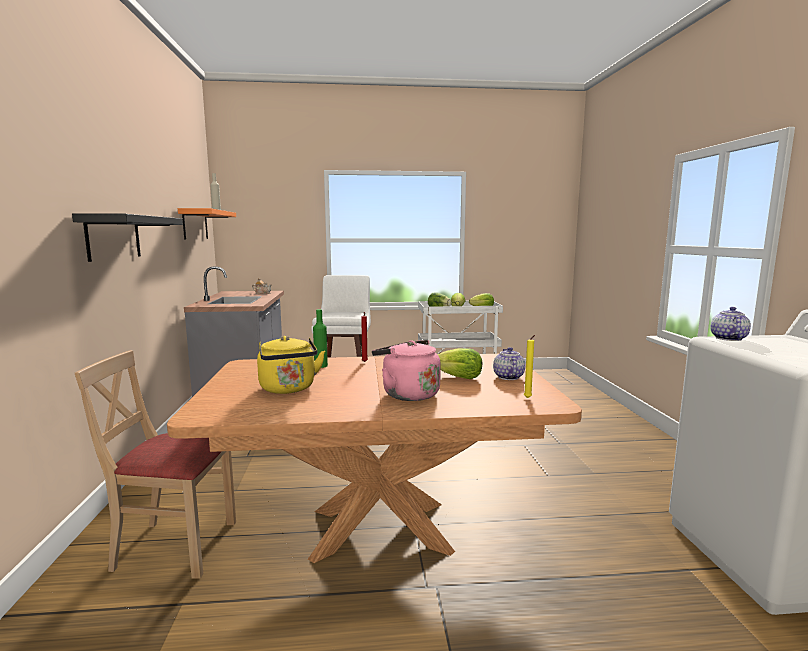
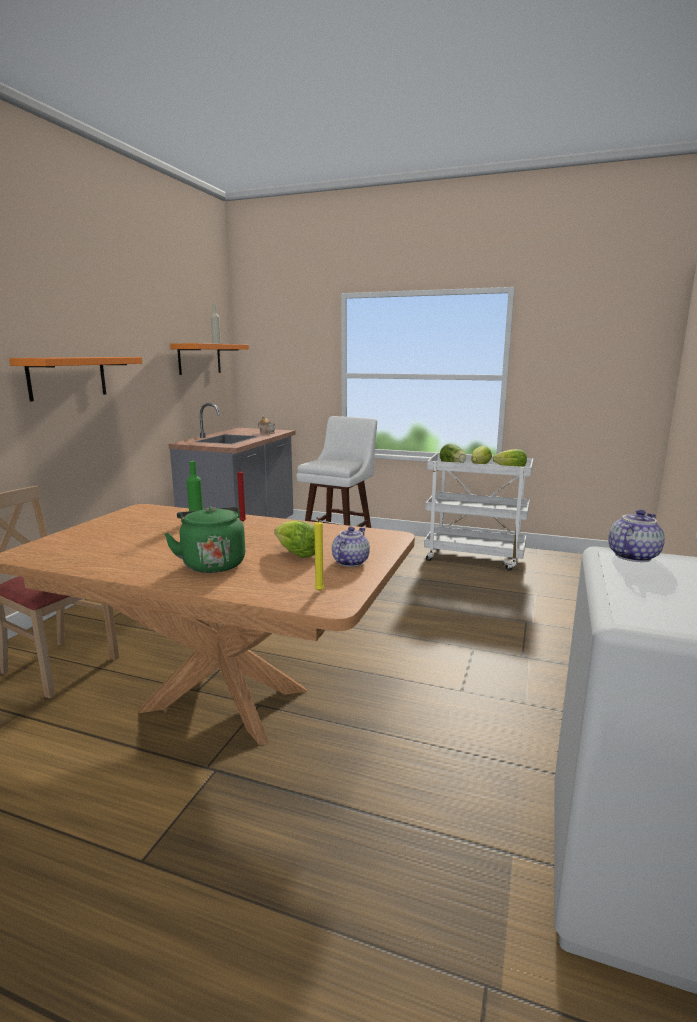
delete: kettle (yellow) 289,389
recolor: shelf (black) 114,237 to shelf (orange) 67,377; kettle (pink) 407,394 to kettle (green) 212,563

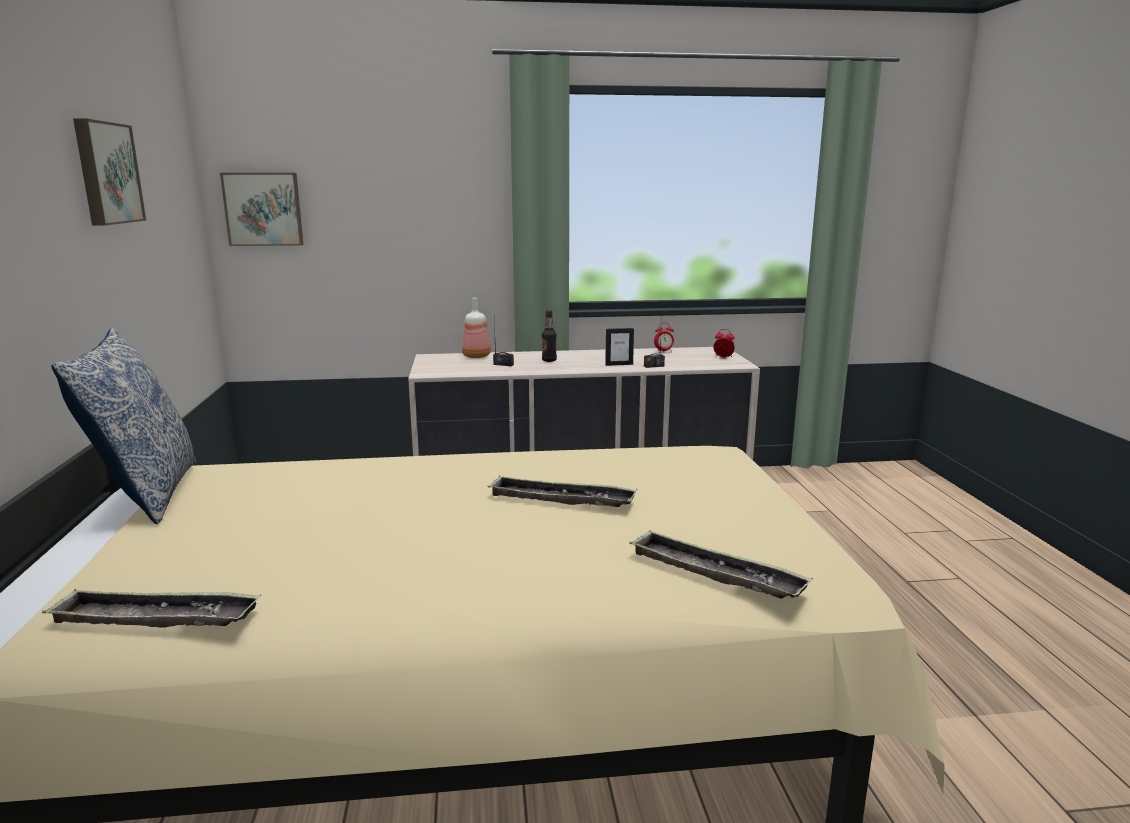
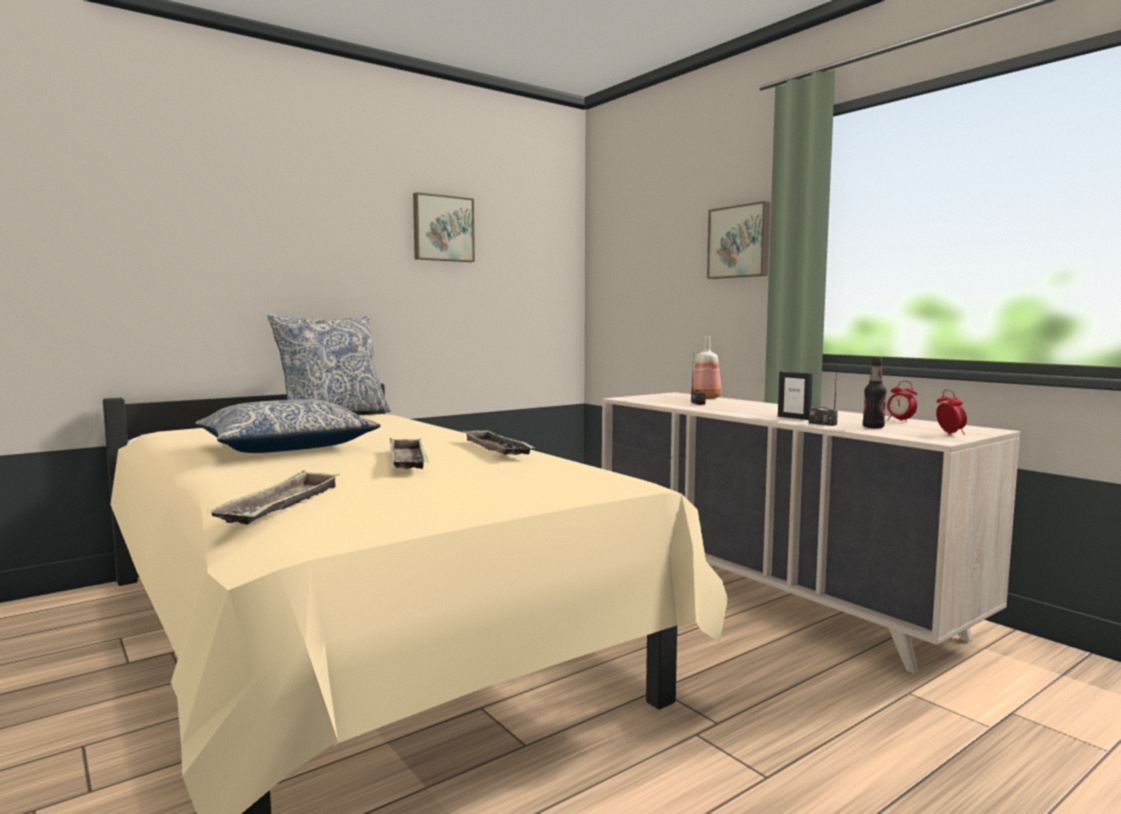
insert: pillow 286,447
move: tray 156,618 to 496,449; picture 263,209 to 740,242; bottle 549,360 to 873,427

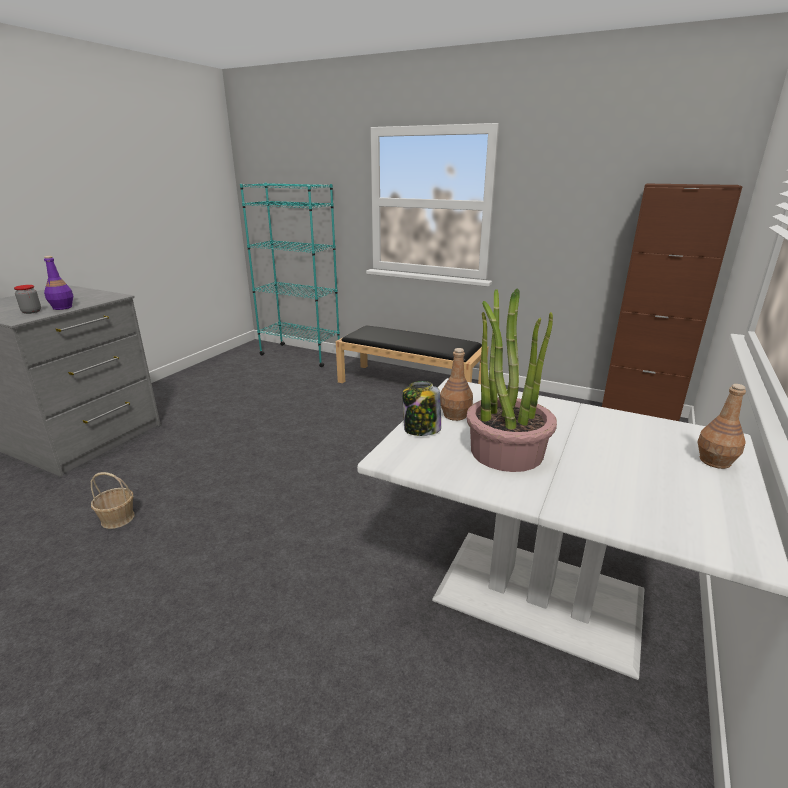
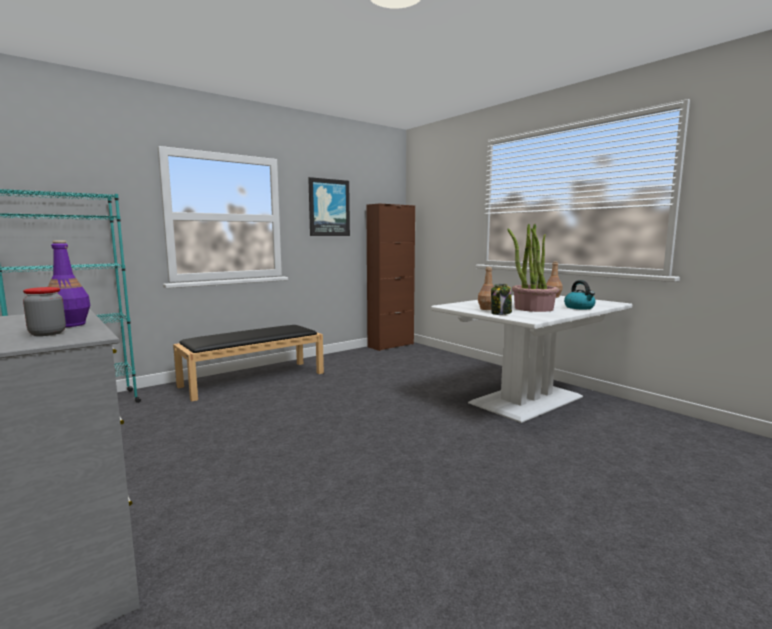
delete: basket 118,518
insert: picture 329,208; kettle 579,307

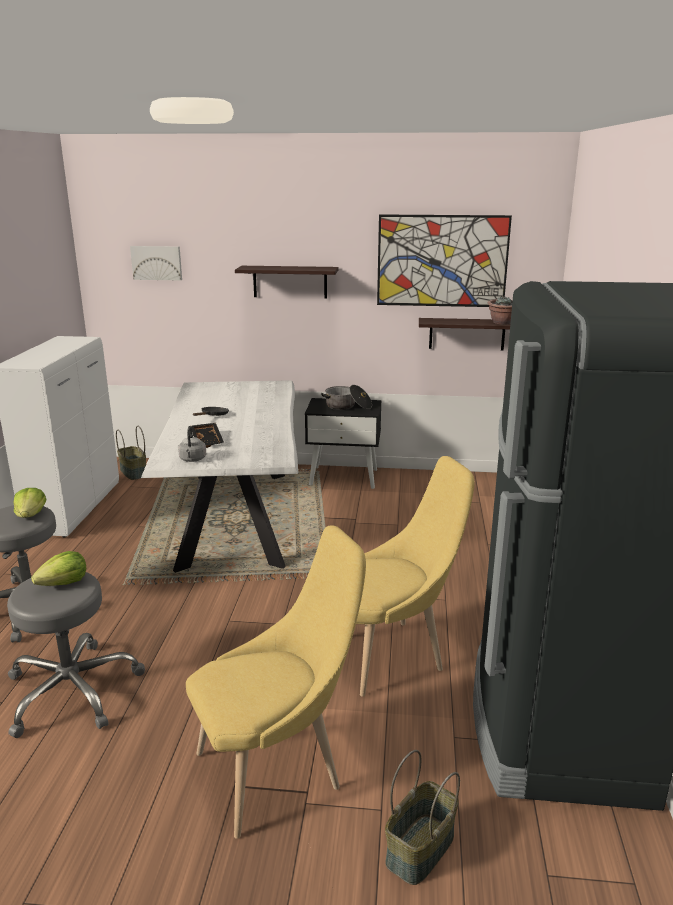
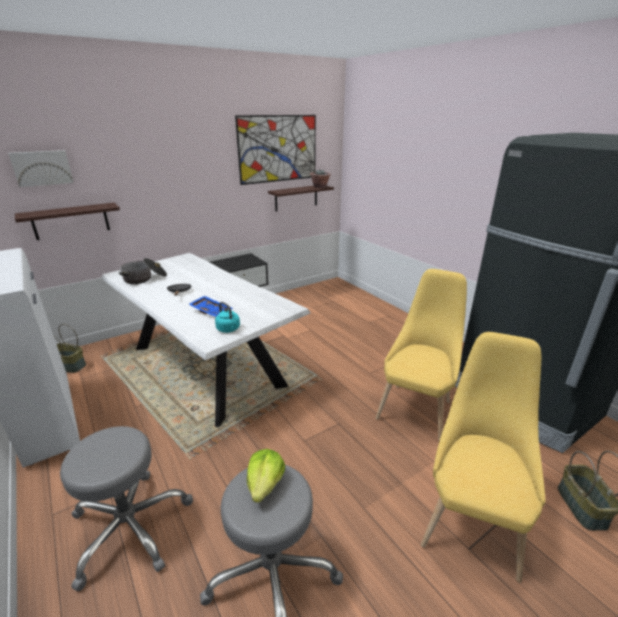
delete: lettuce 31,515
move: shelf 290,282 to 71,221; cooking pot 347,406 to 145,278
recolor: kettle (grey) 192,459 to kettle (turquoise) 229,329; tray (black) 208,440 to tray (blue) 212,311

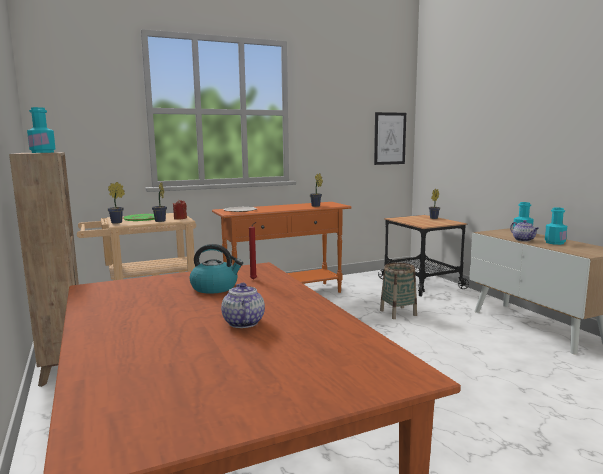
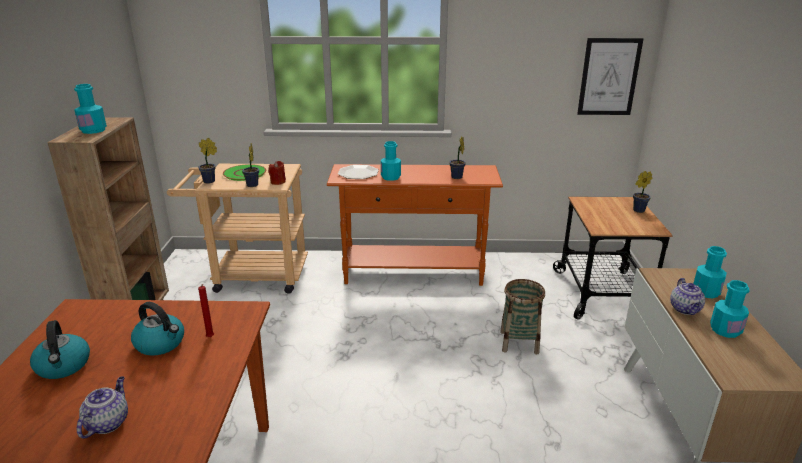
insert: kettle 63,366; bottle (turquoise) 390,177

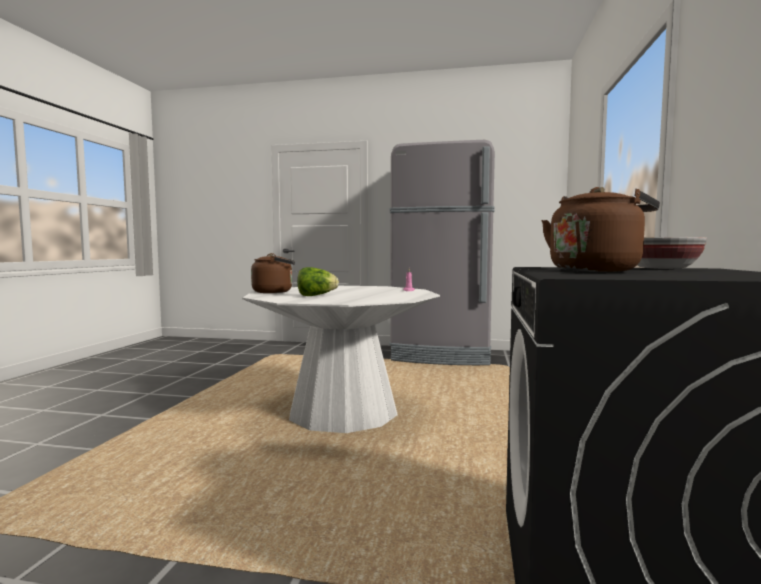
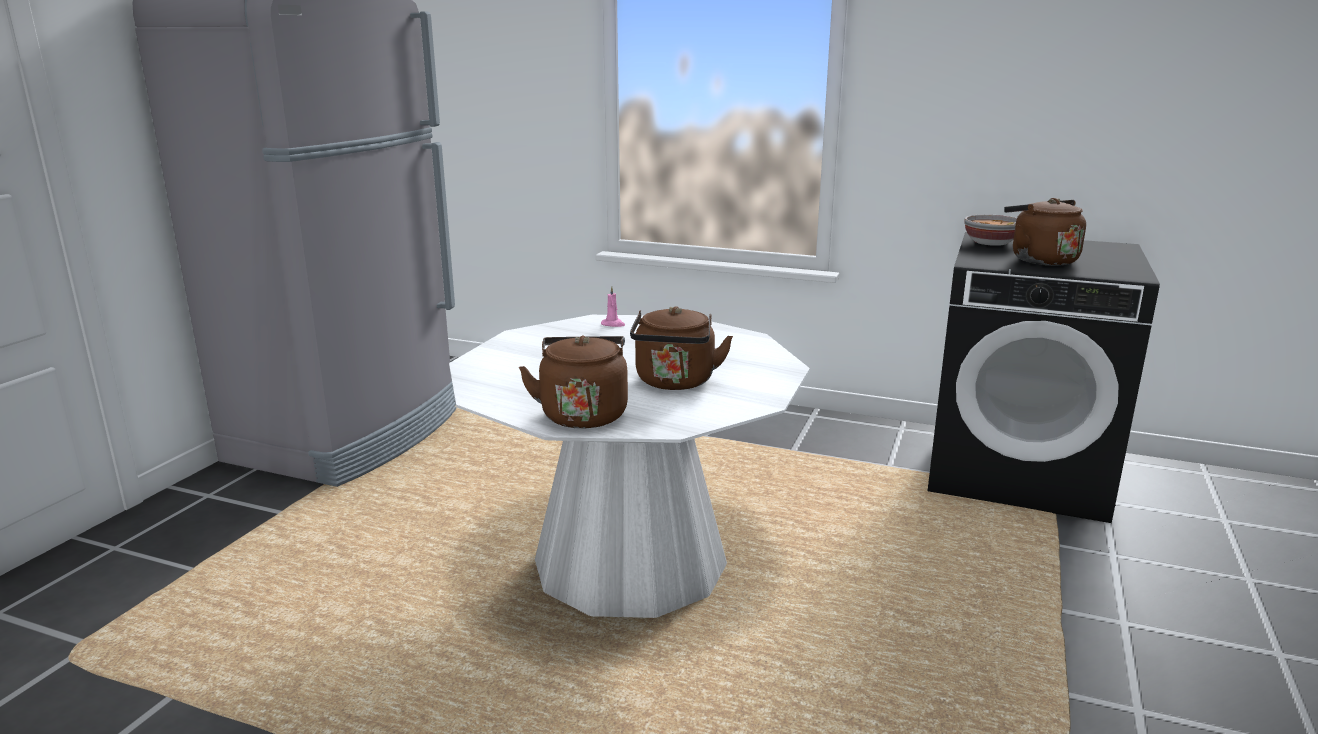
replace: lettuce 316,295 to kettle (brown) 675,383

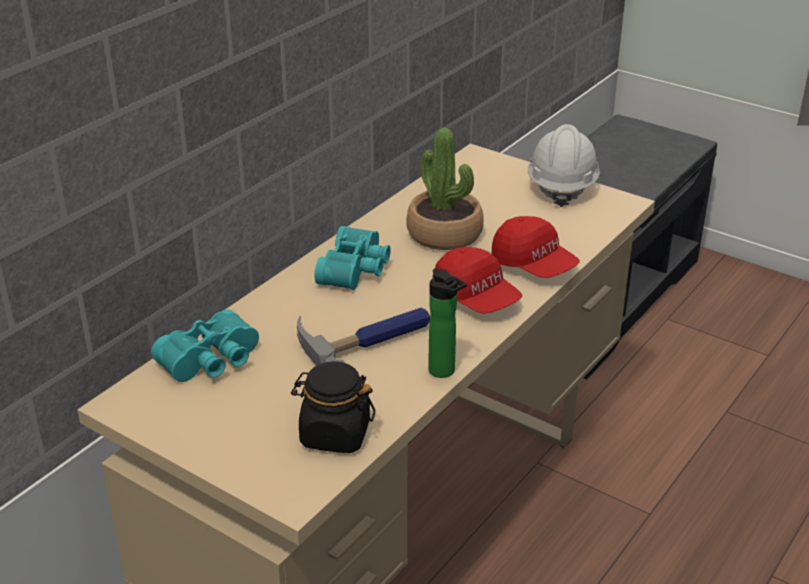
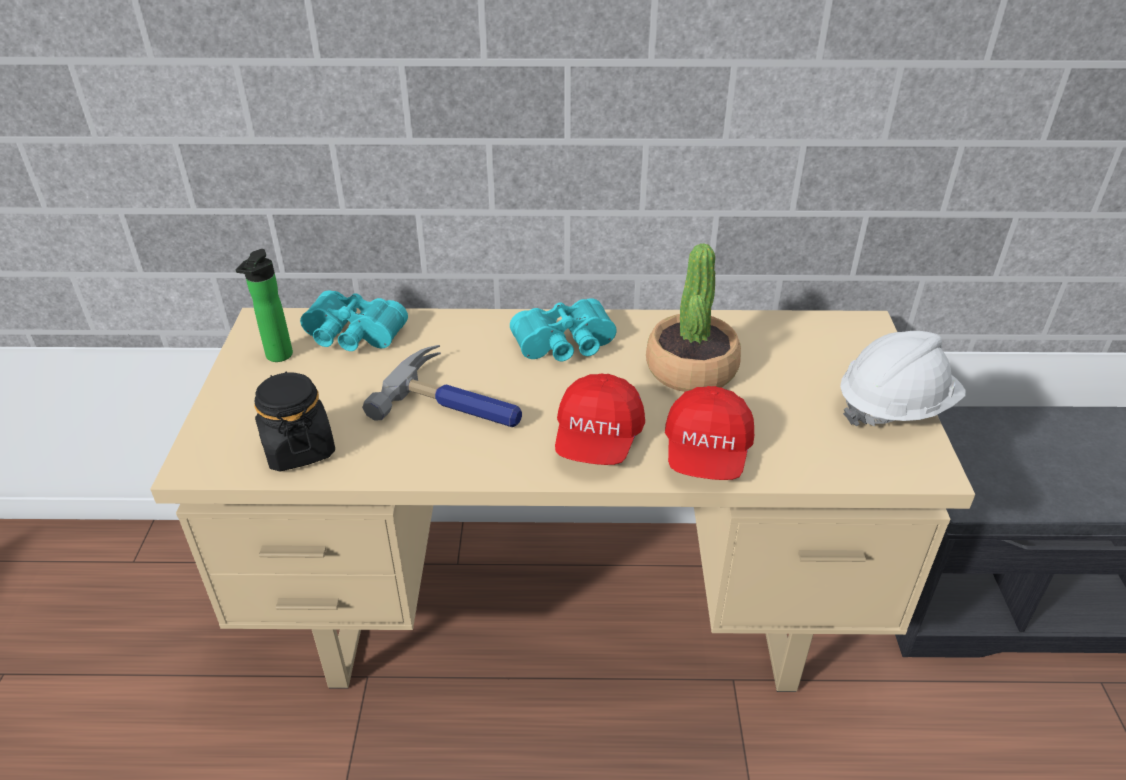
move: bottle 444,372 to 277,357

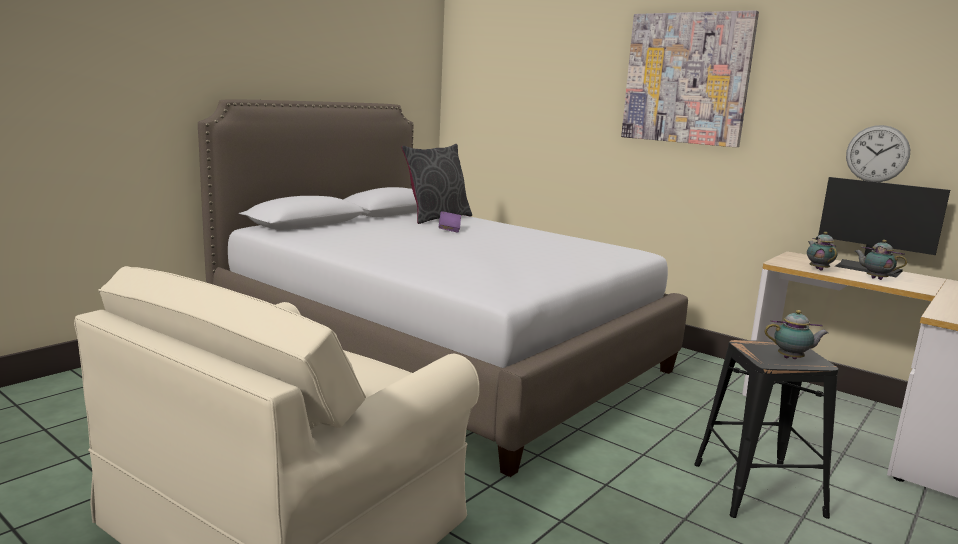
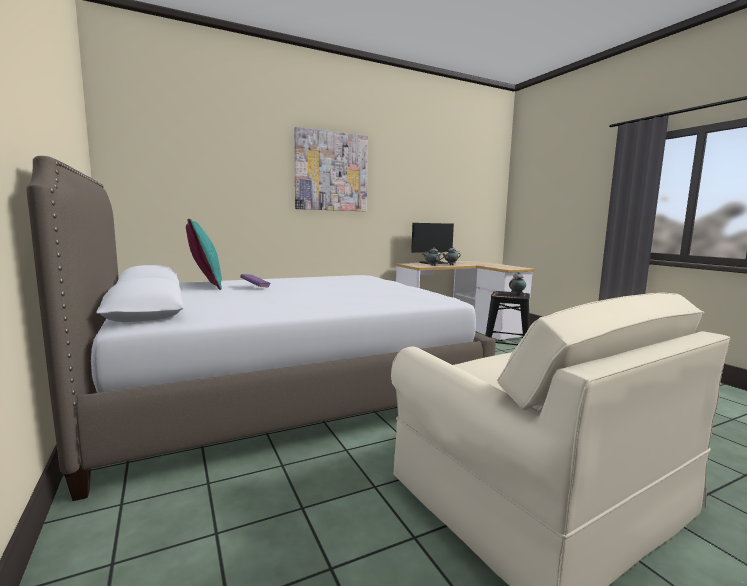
delete: wall clock 877,154
recolor: pillow (grey) 437,218 to pillow (turquoise) 205,285

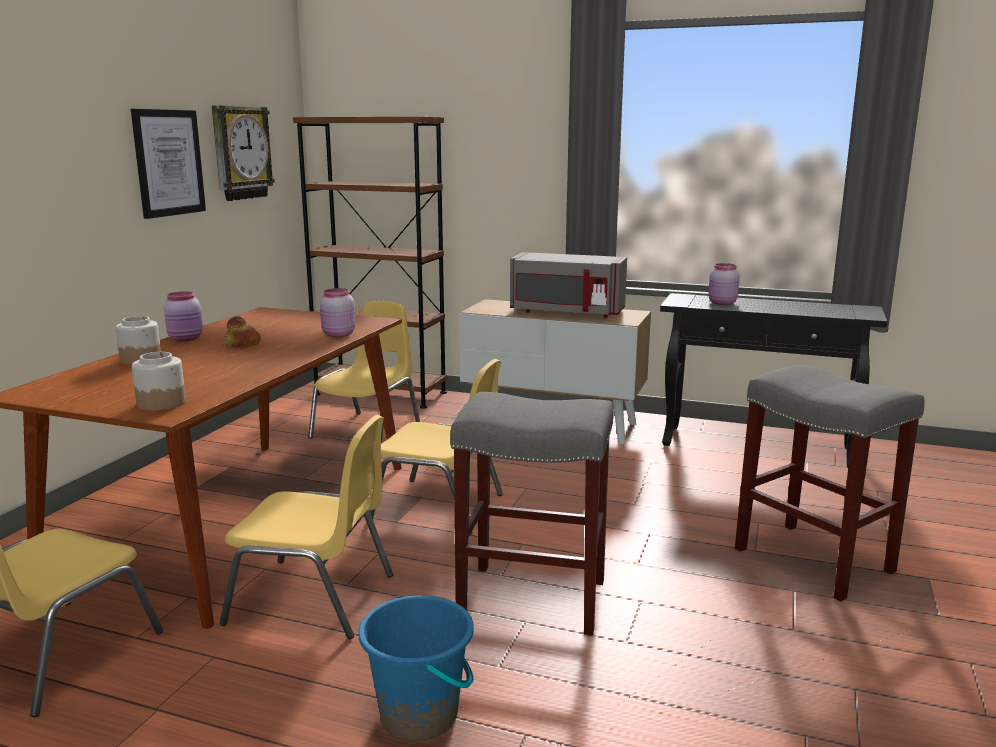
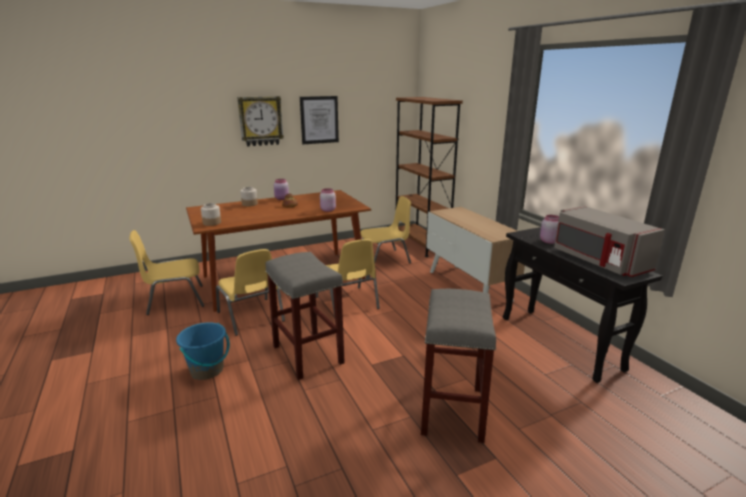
move: wall clock 240,153 to 260,121; microwave (grey) 566,312 to 598,261

